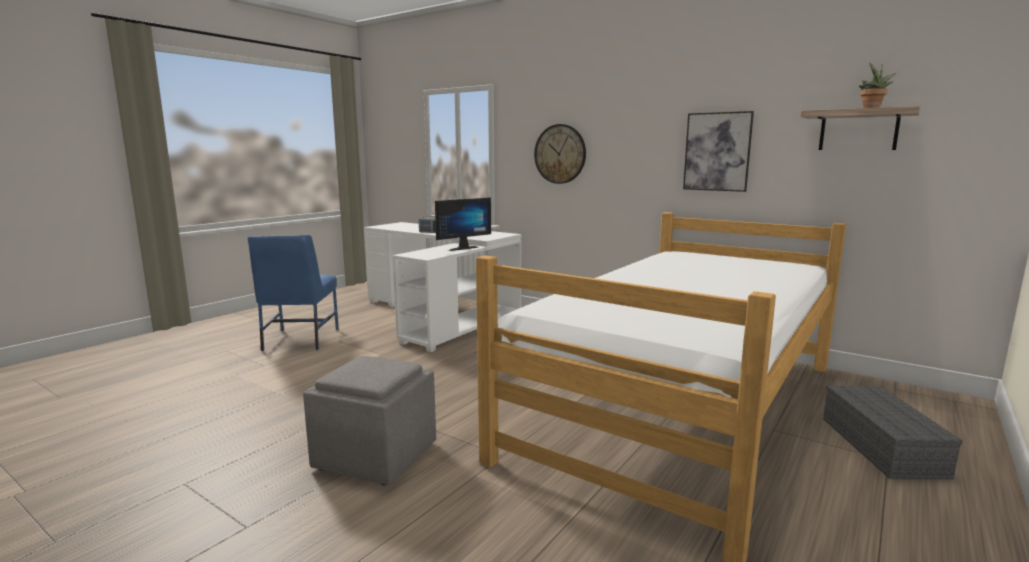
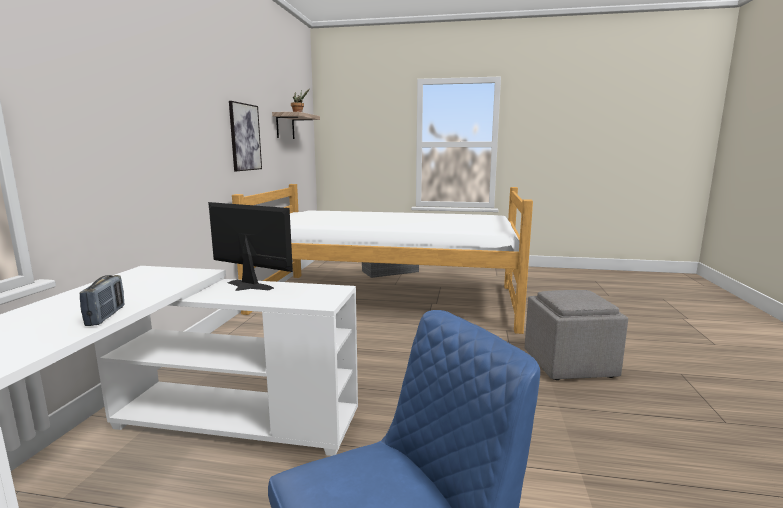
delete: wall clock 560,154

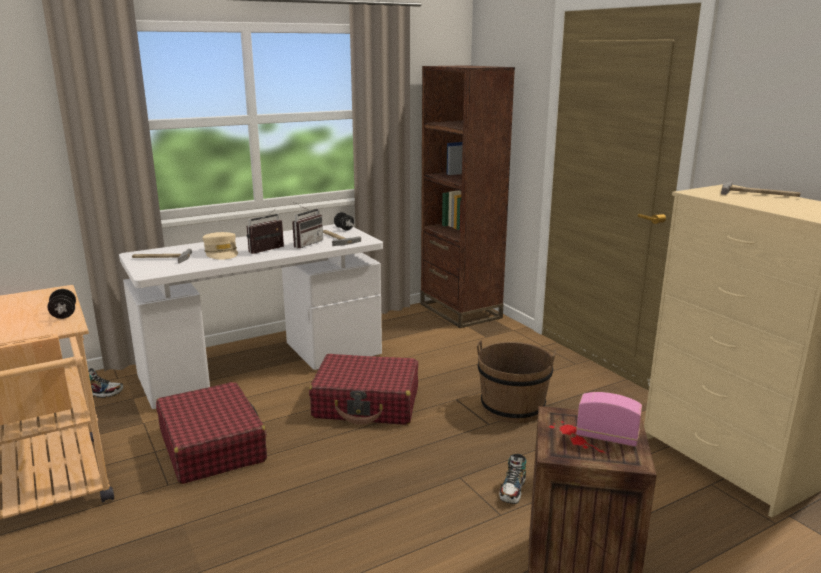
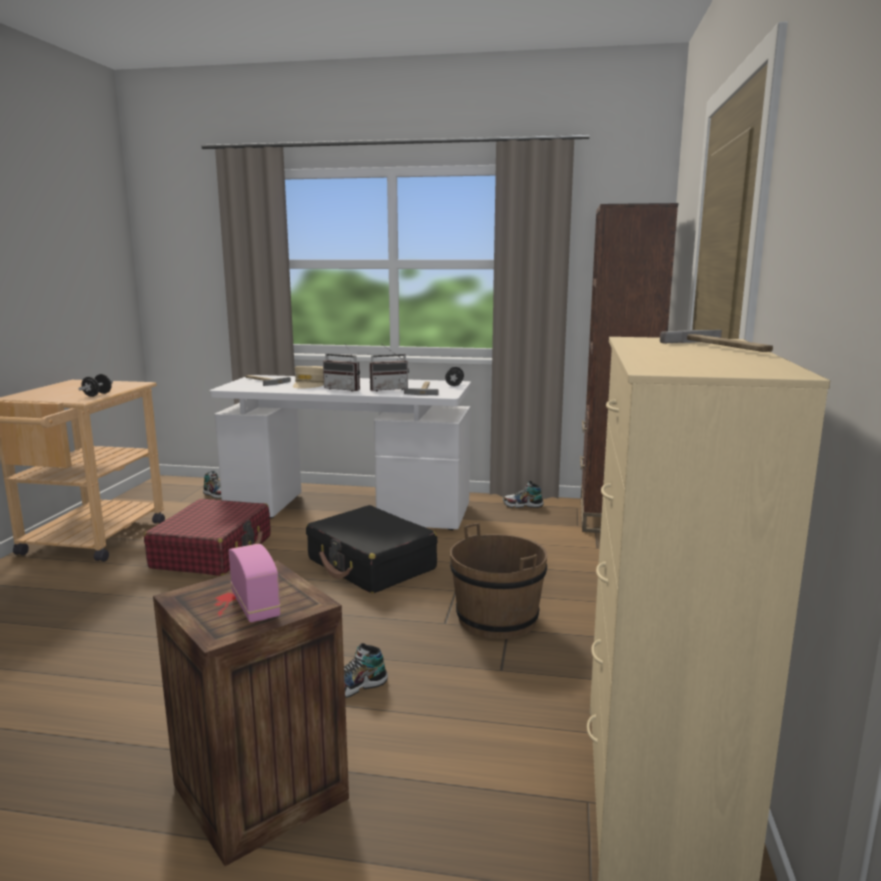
insert: shoe 522,505
recolor: suitcase (red) 367,403 to suitcase (black) 371,564
rotate: radio 268,251 = 344,389 150 degrees counterclockwise

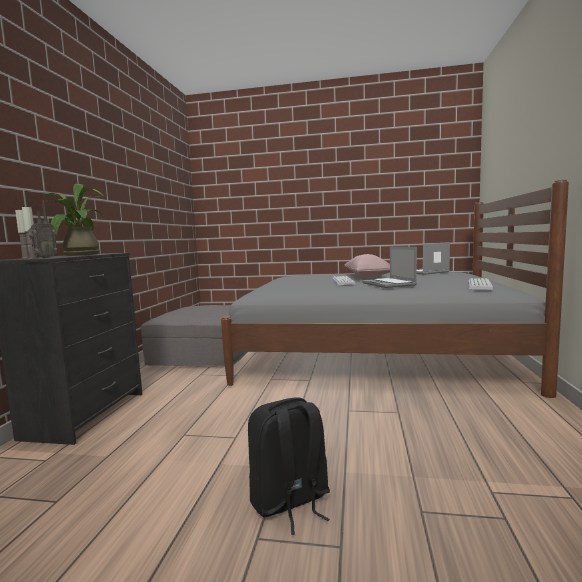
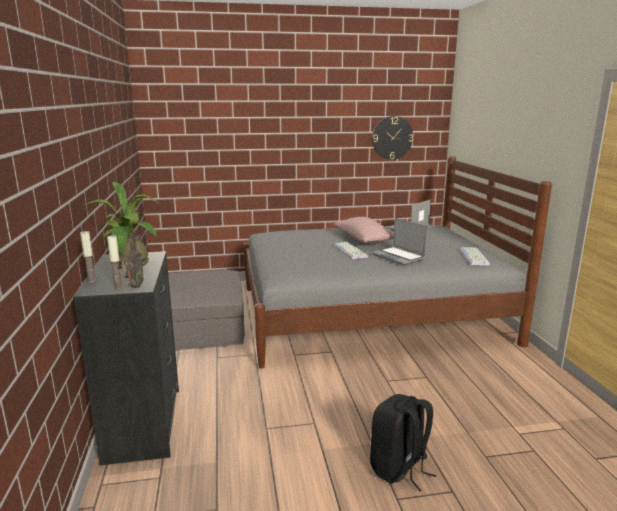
insert: wall clock 392,137

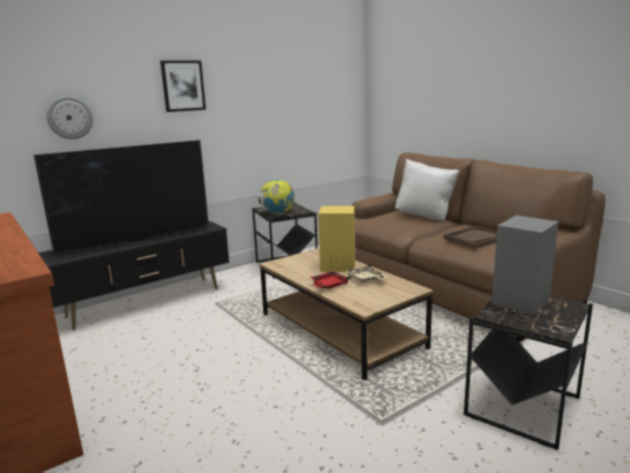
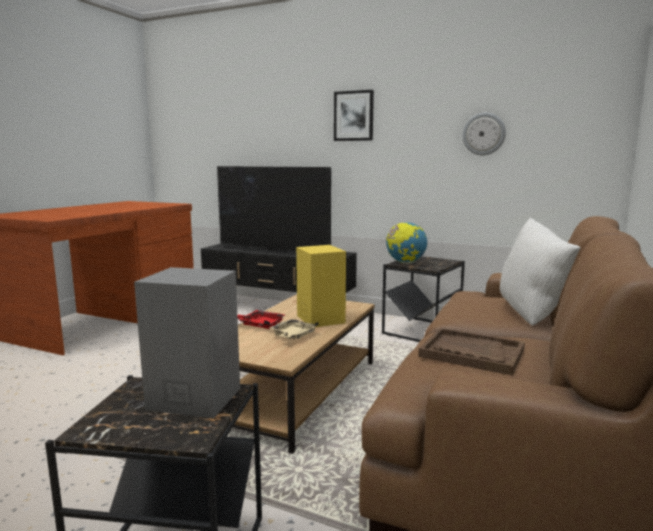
move: wall clock 70,117 to 483,134

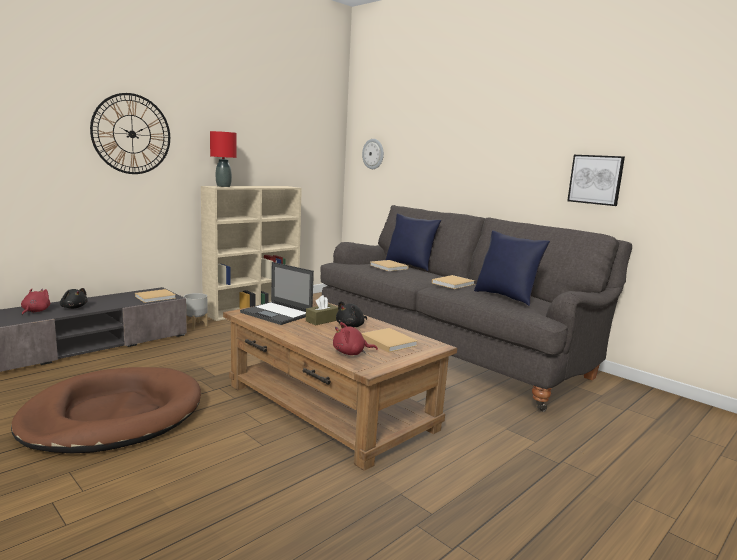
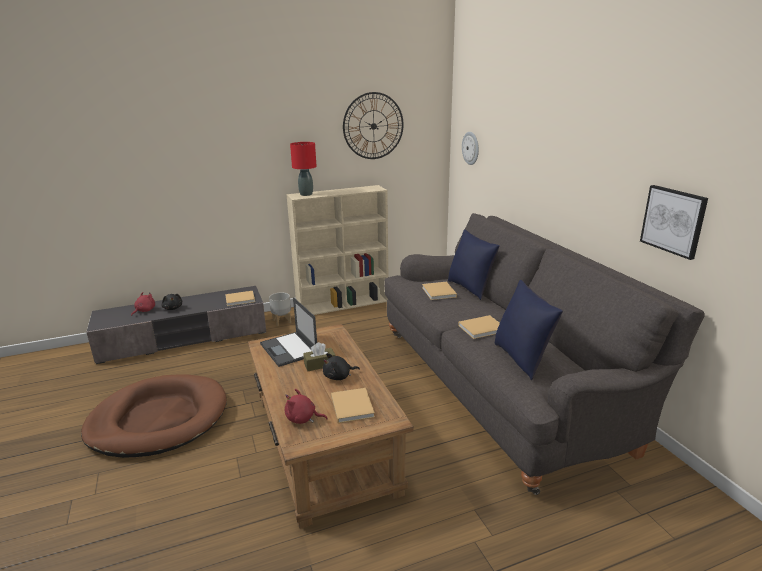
move: wall clock 132,134 to 373,126

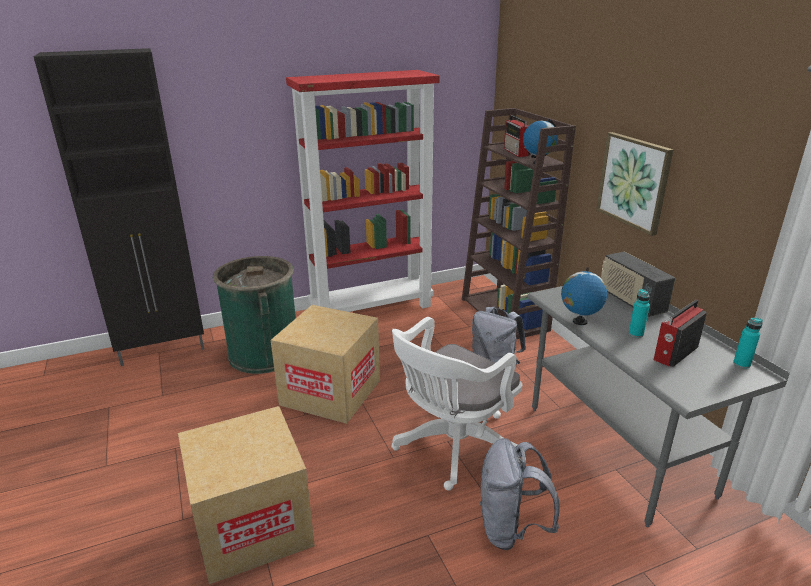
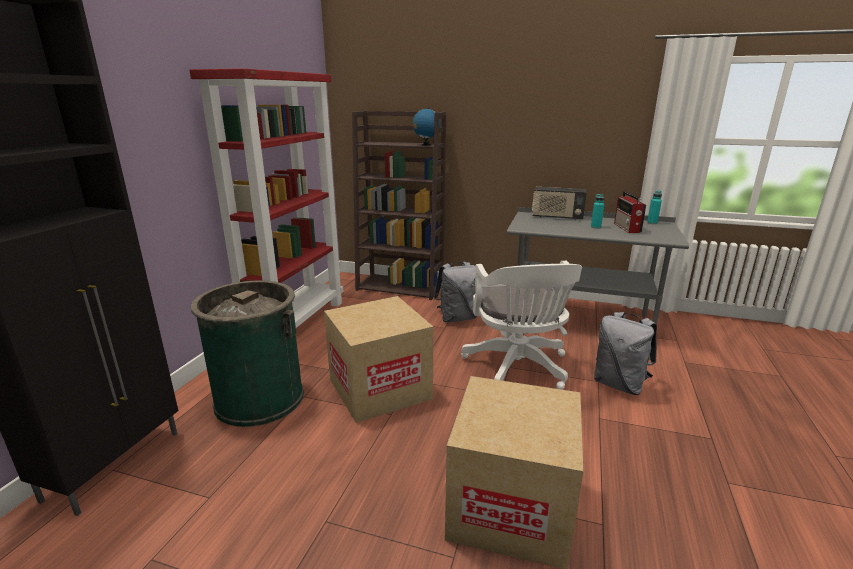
delete: radio 516,152; globe 579,322; picture 634,182

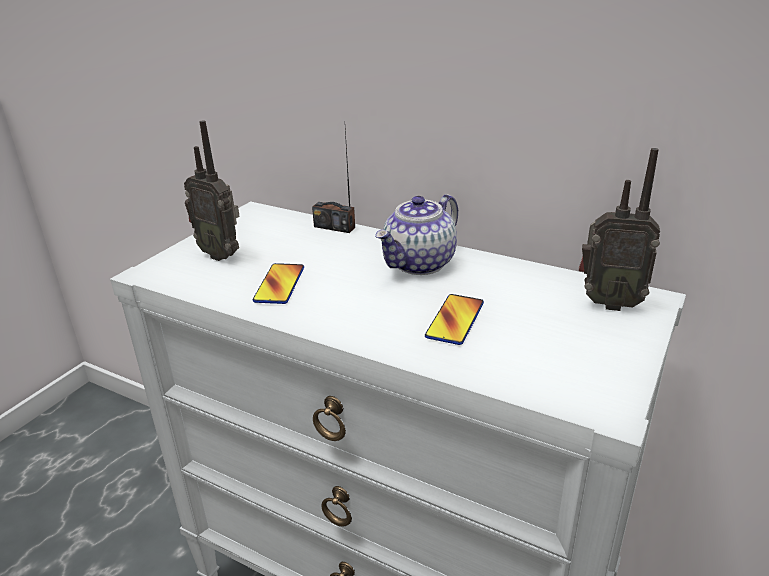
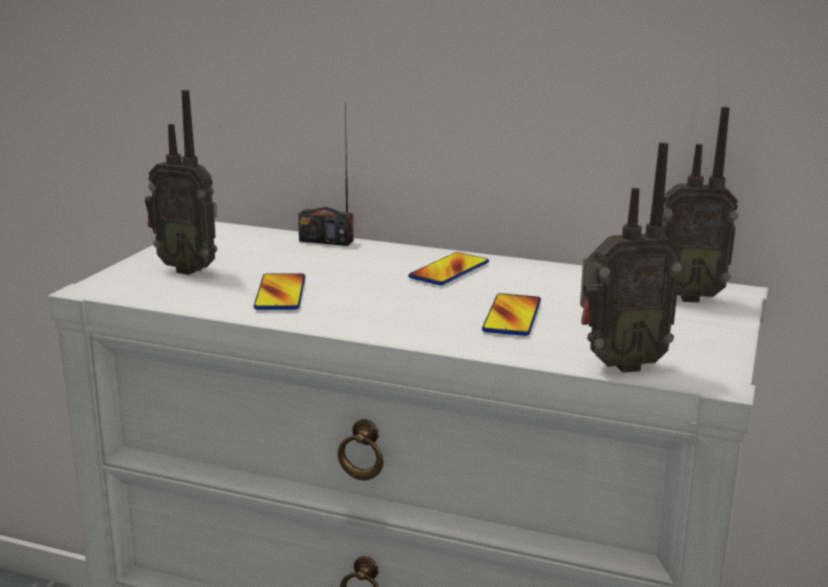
insert: radio 618,365
replace: teapot 419,264 to phone 449,271

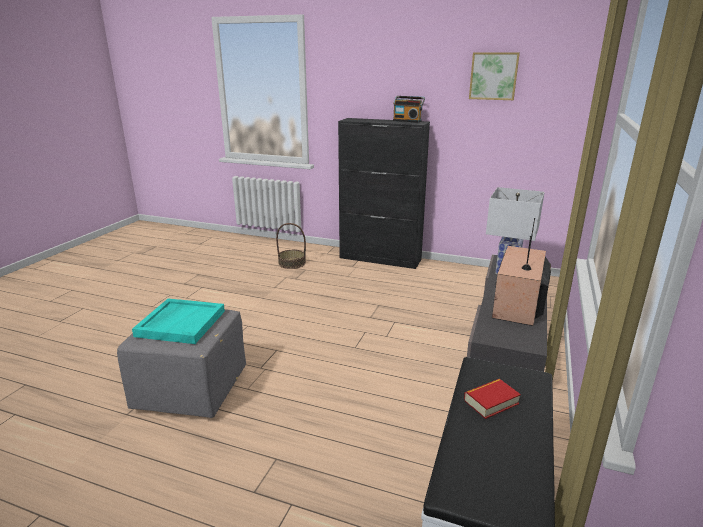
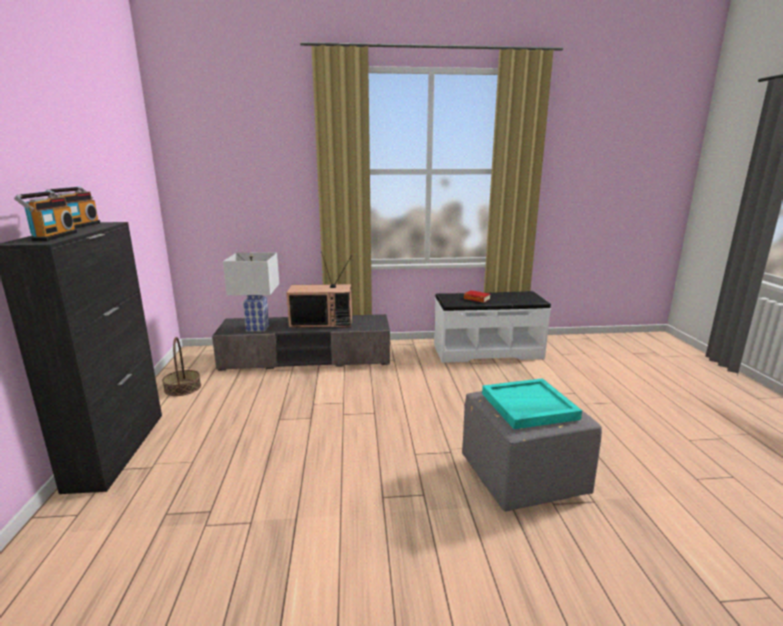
delete: picture 493,76
insert: radio 52,236
move: basket 292,263 to 182,388

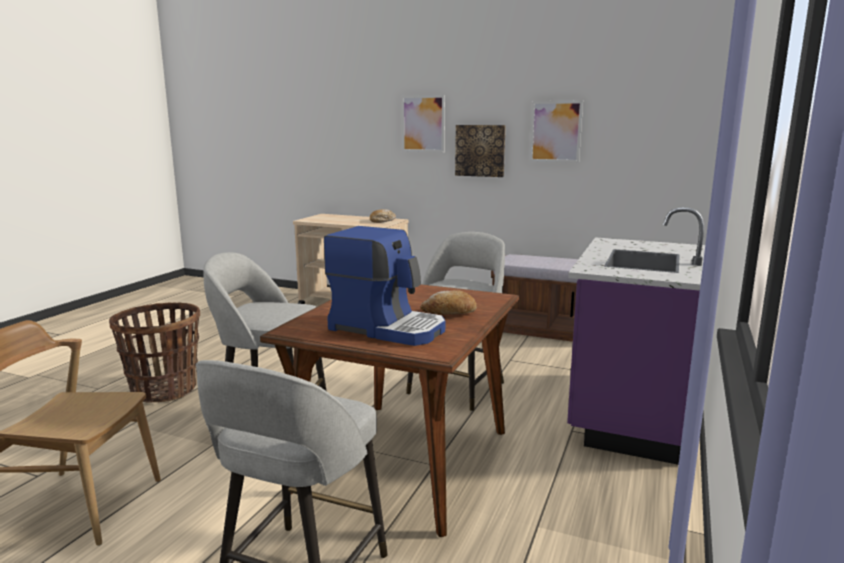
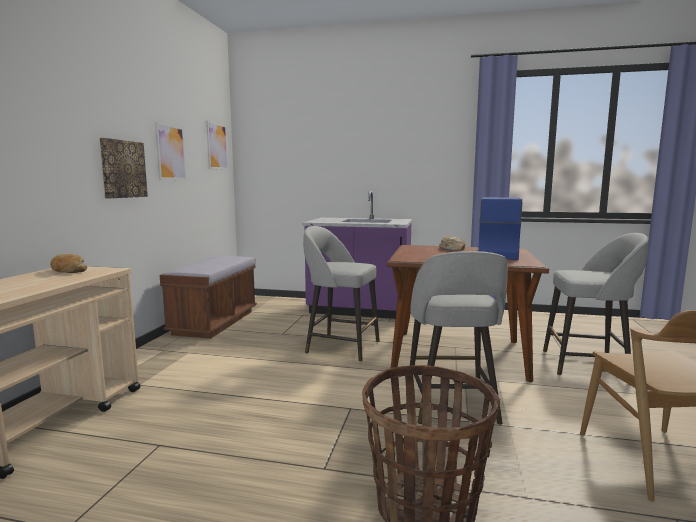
move: picture 423,123 to 217,146

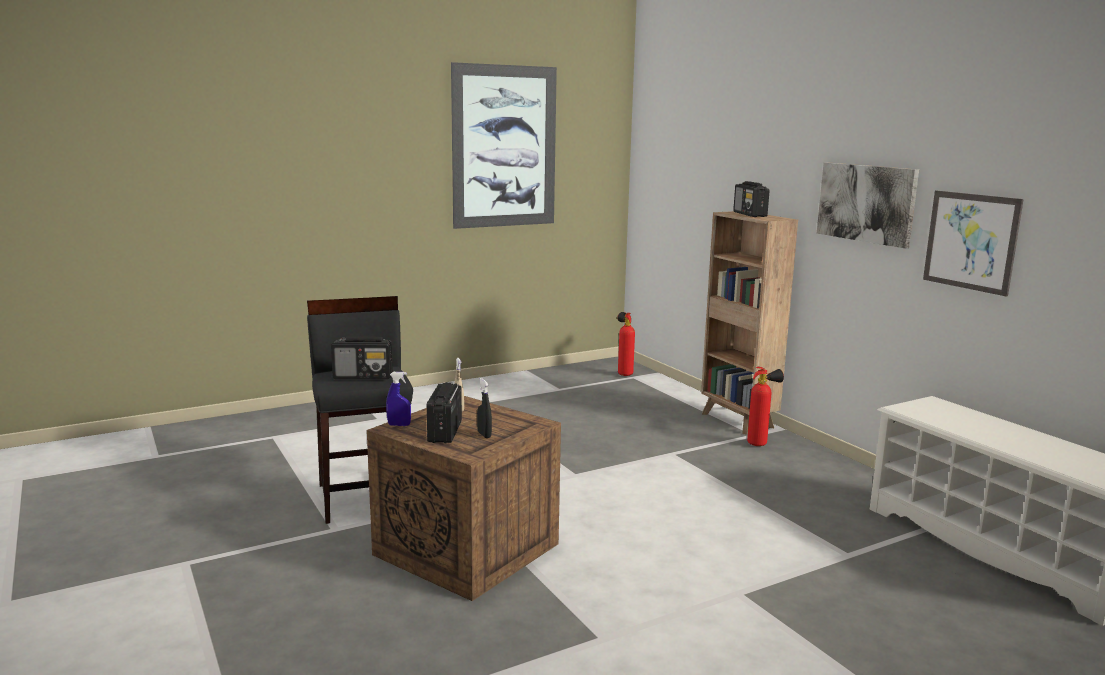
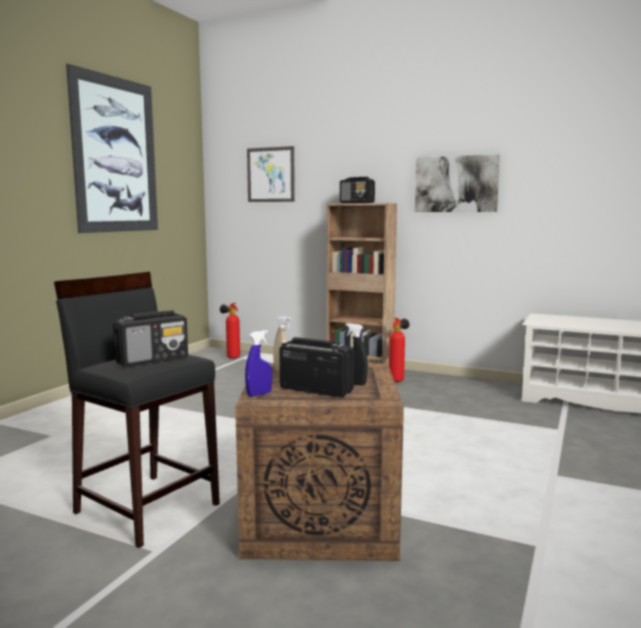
move: picture 971,241 to 270,174
rotate: radio 444,432 = 315,389 150 degrees clockwise

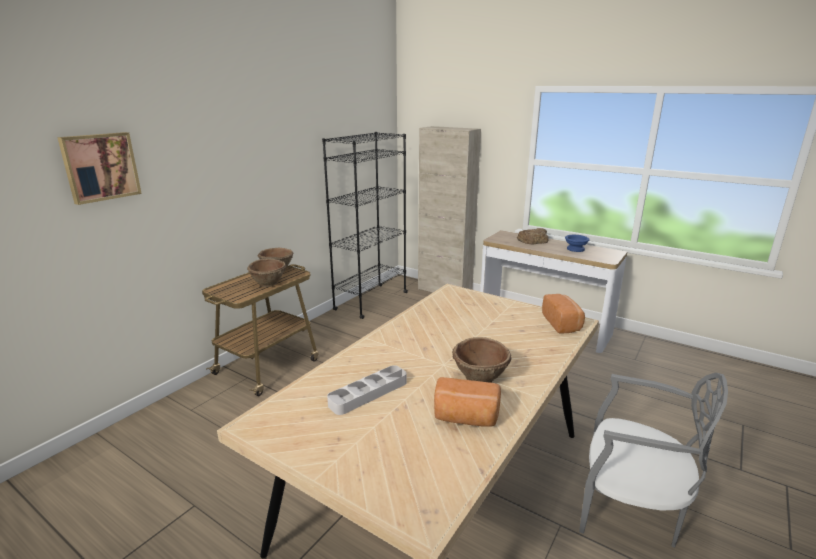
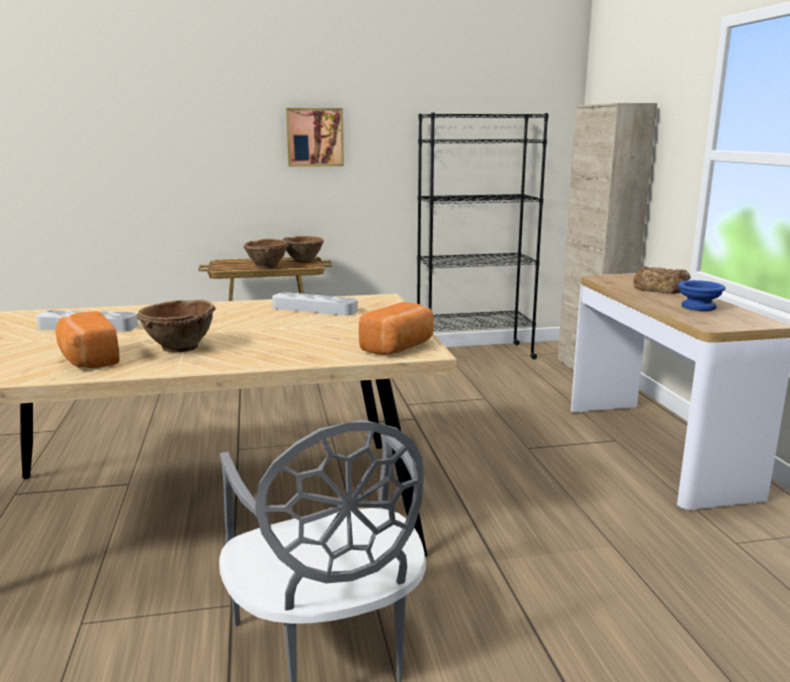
insert: tray (grey) 314,309
move: picture 100,167 to 315,137

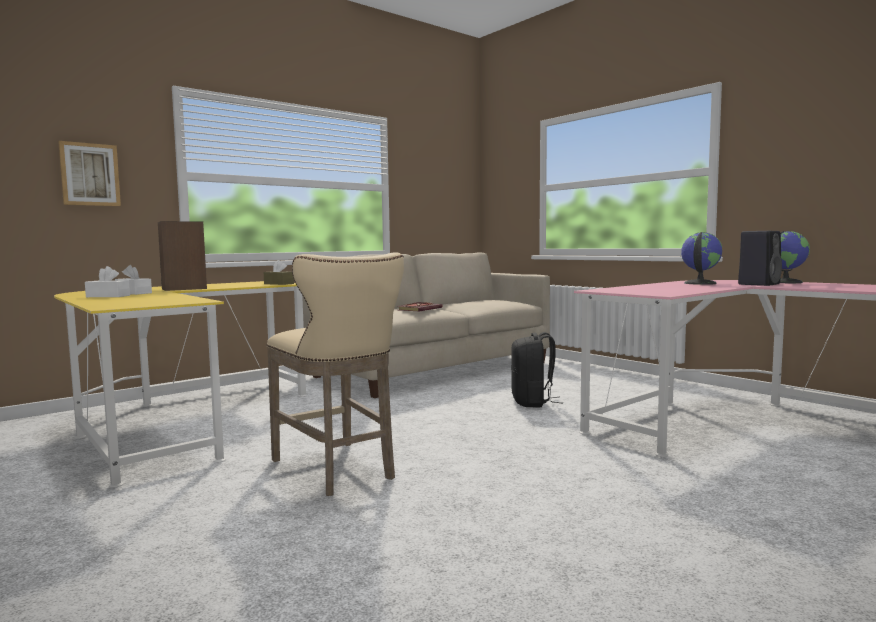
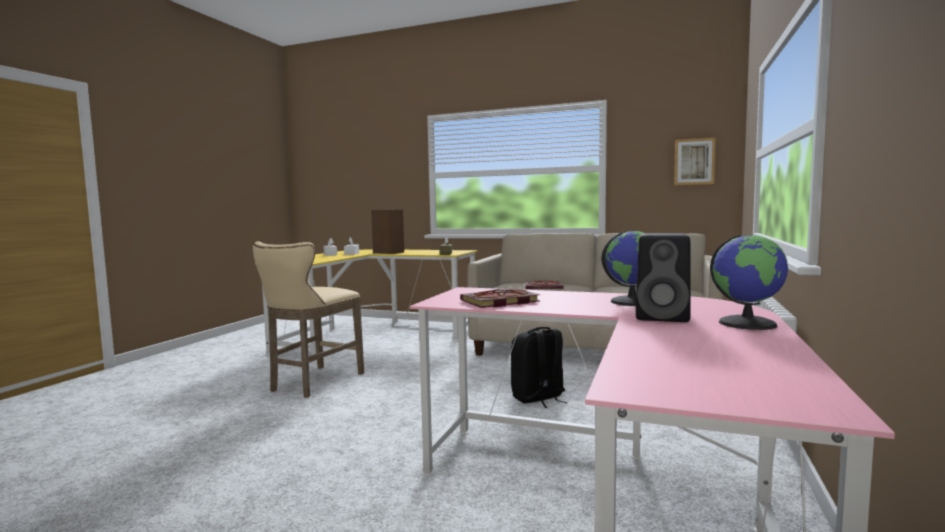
insert: book 499,302
move: picture 90,174 to 694,162

